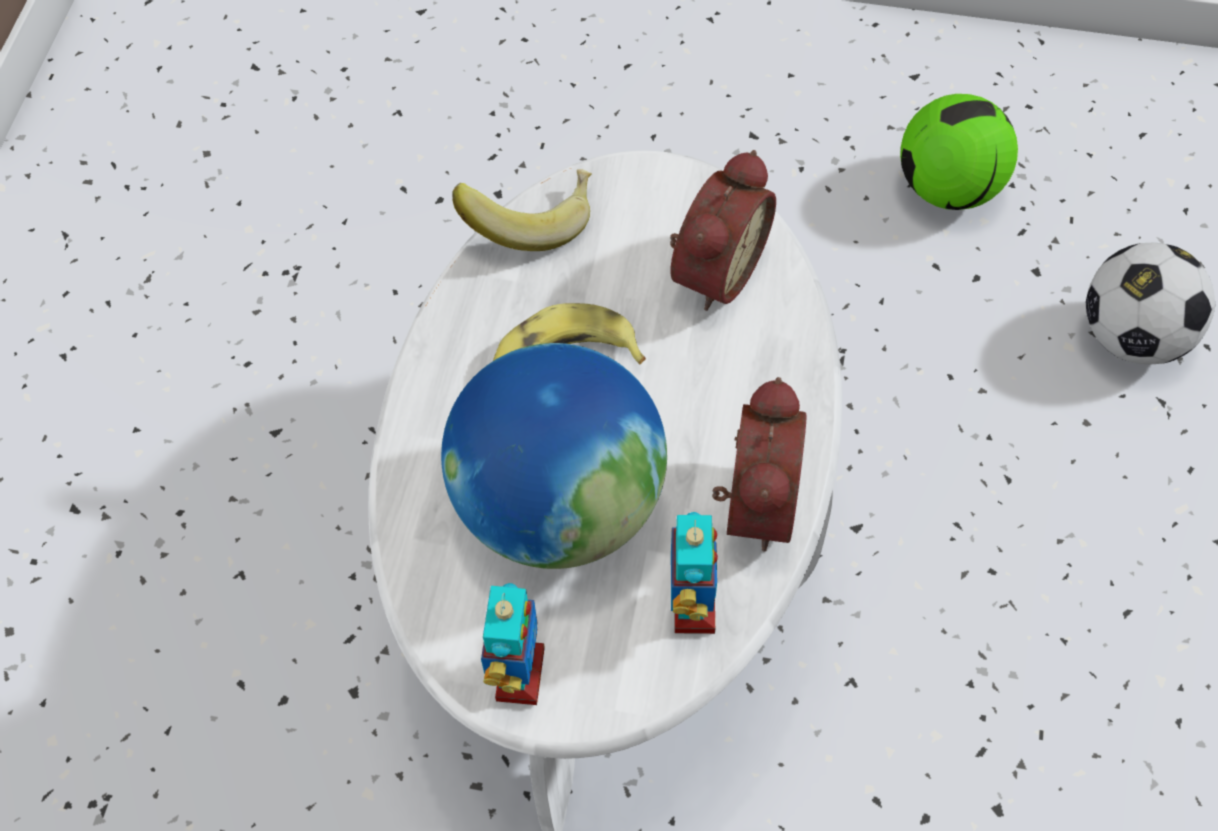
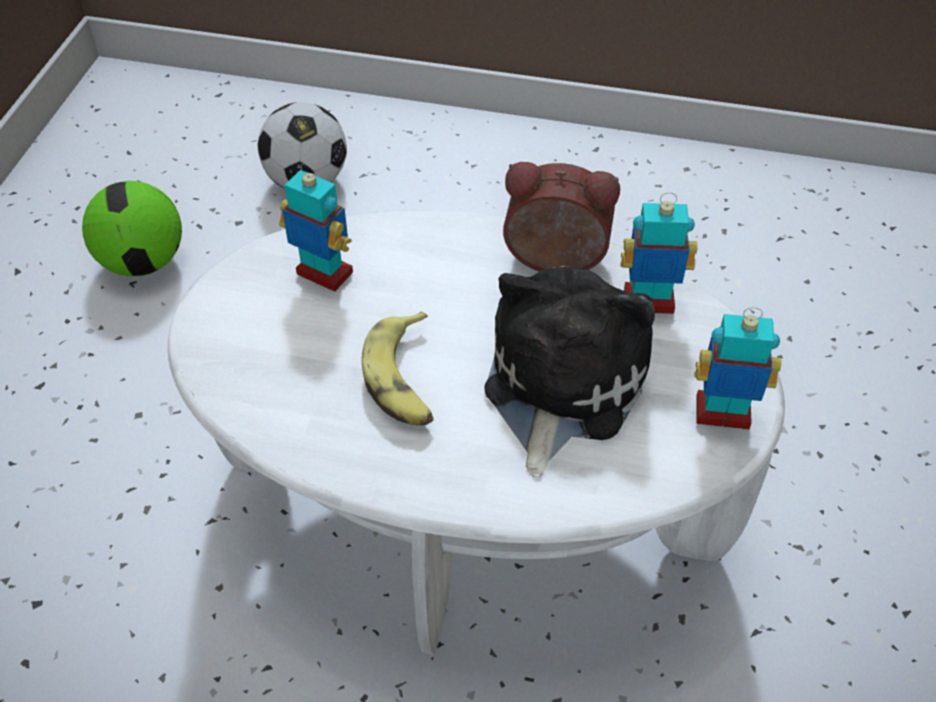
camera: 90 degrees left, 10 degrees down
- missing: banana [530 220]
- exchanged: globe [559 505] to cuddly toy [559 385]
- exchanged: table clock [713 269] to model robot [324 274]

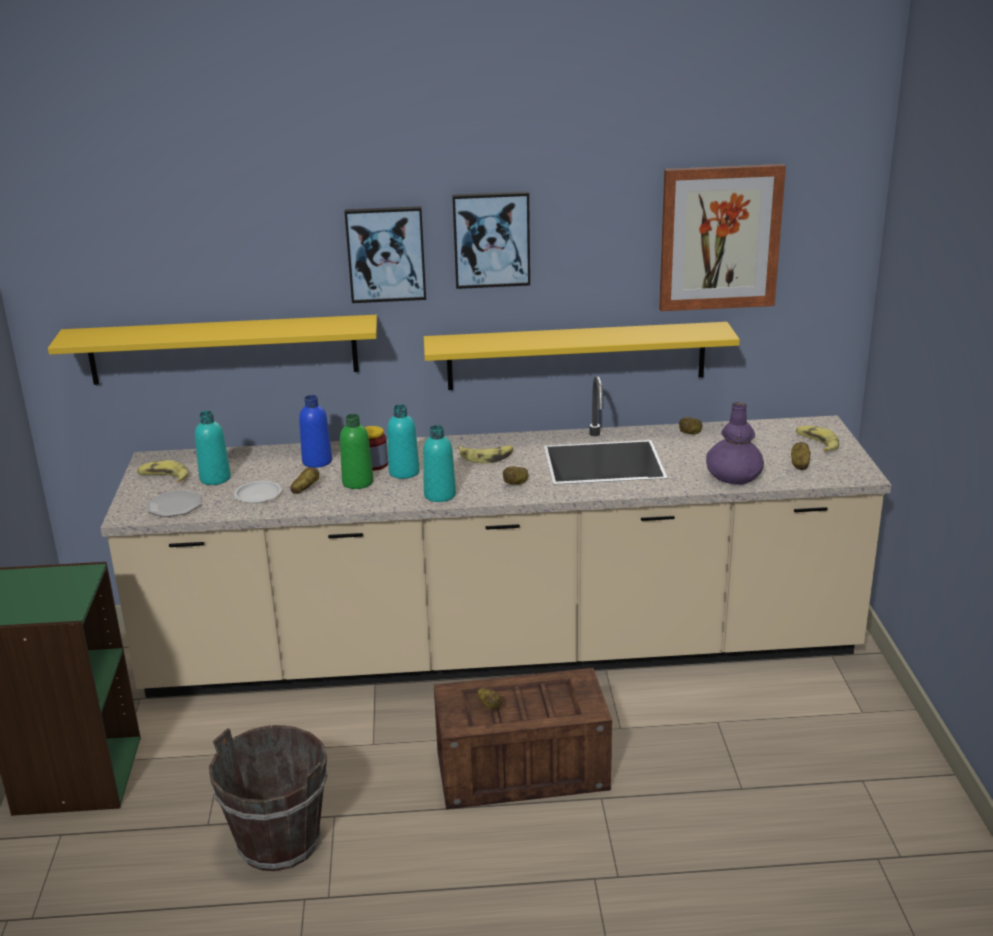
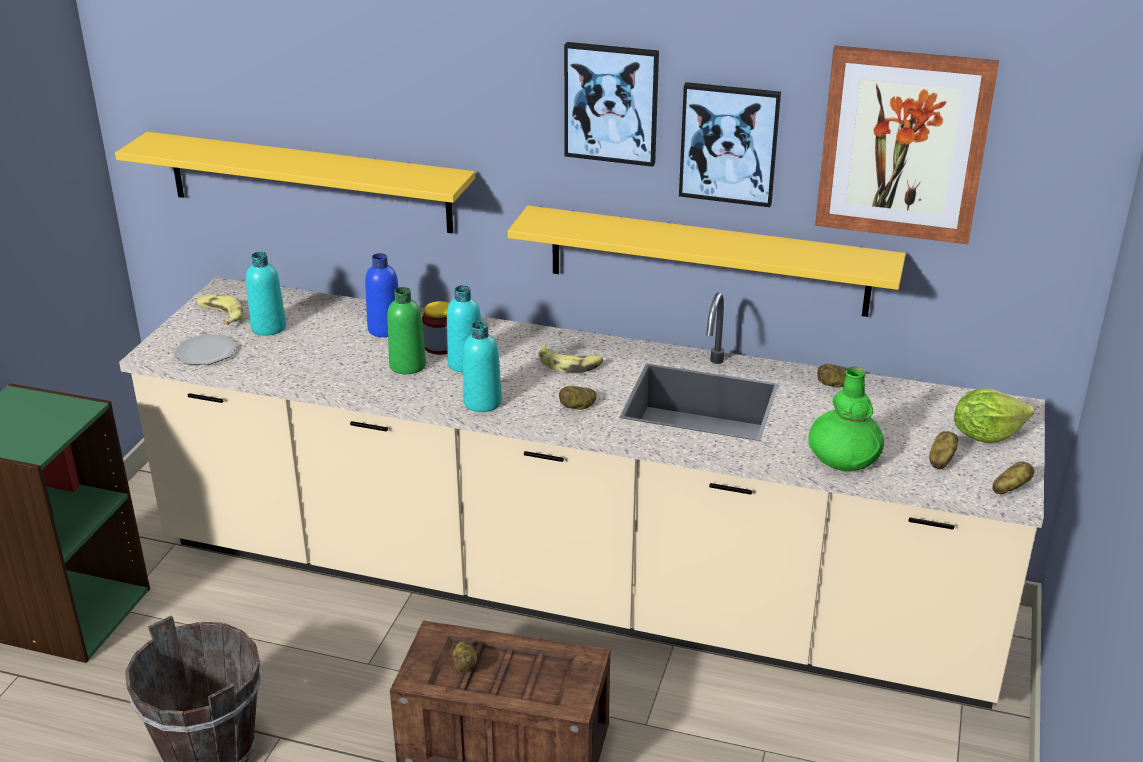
camera: 20 degrees right, 5 degrees up
- missing: white-coloured plate [258 495]
- relocated: spud [305 489] to [1010 488]
- relocated: wall art [386 254] to [729 143]
- exchanged: banana [816 443] to head of lettuce [985 435]
- colour: purple-coloured vase [734 475] to green-coloured vase [844 456]

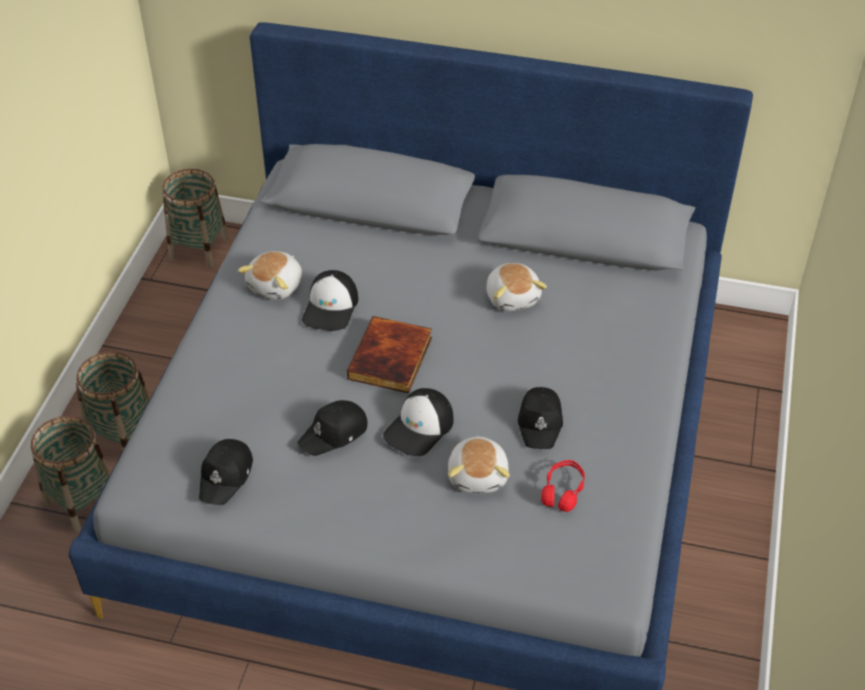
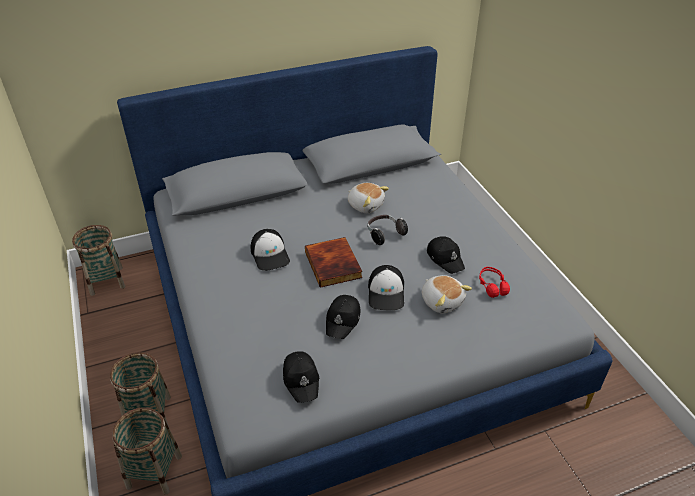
camera: 35 degrees left, 5 degrees down
- missing: cuddly toy [276 286]
- appeared: pair of headphones [384 234]

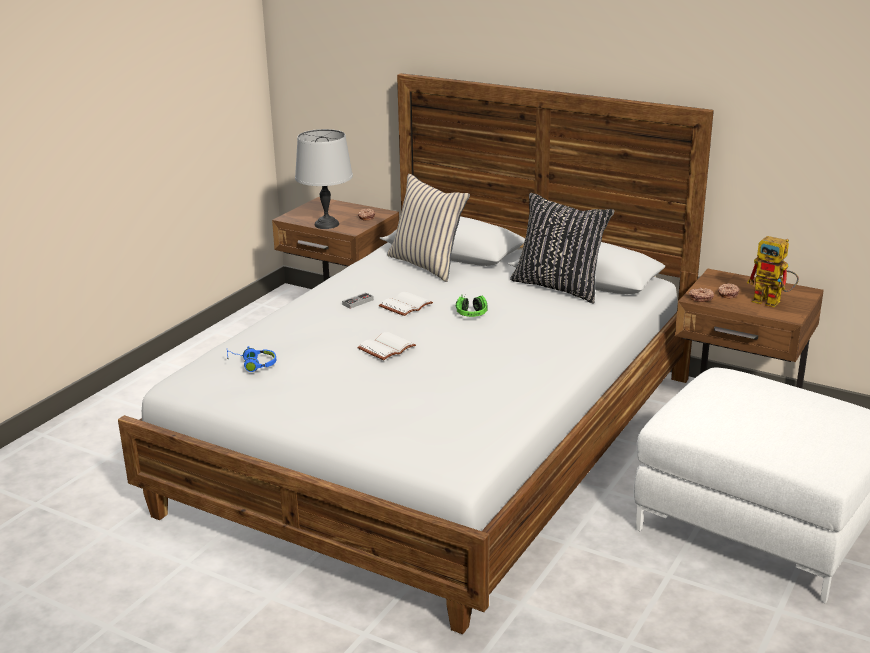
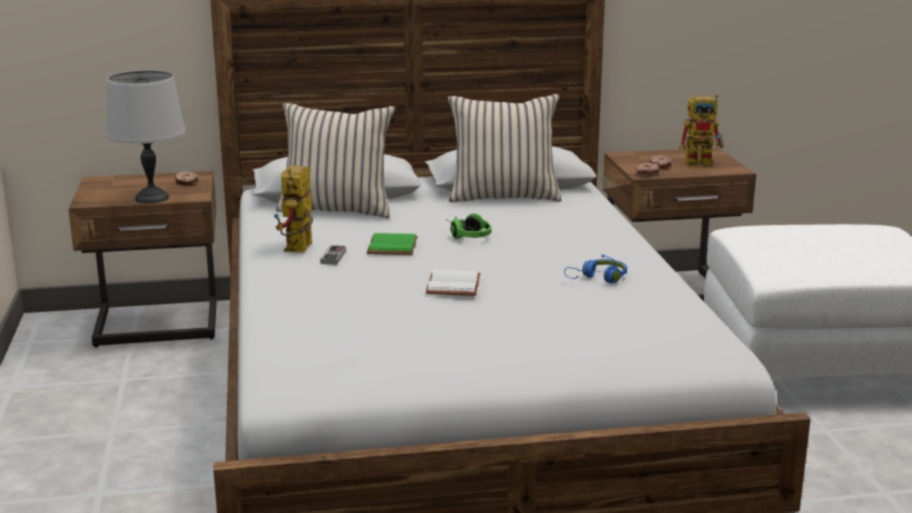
camera: 40 degrees left, 5 degrees down
- appeared: model robot [299 250]
- relocated: blue-coloured pair of headphones [252 365] to [598 278]
- colour: white-coloured volume [405 305] to green-coloured volume [391 246]
- colour: black cushion [559 287] to beige-coloured cushion [503 196]

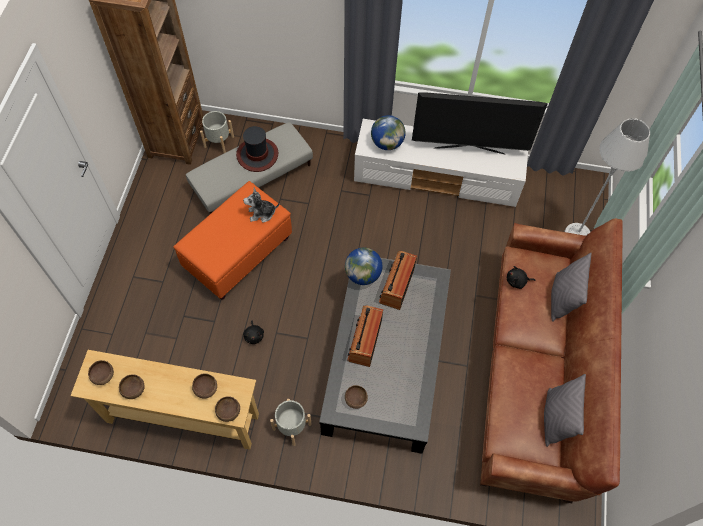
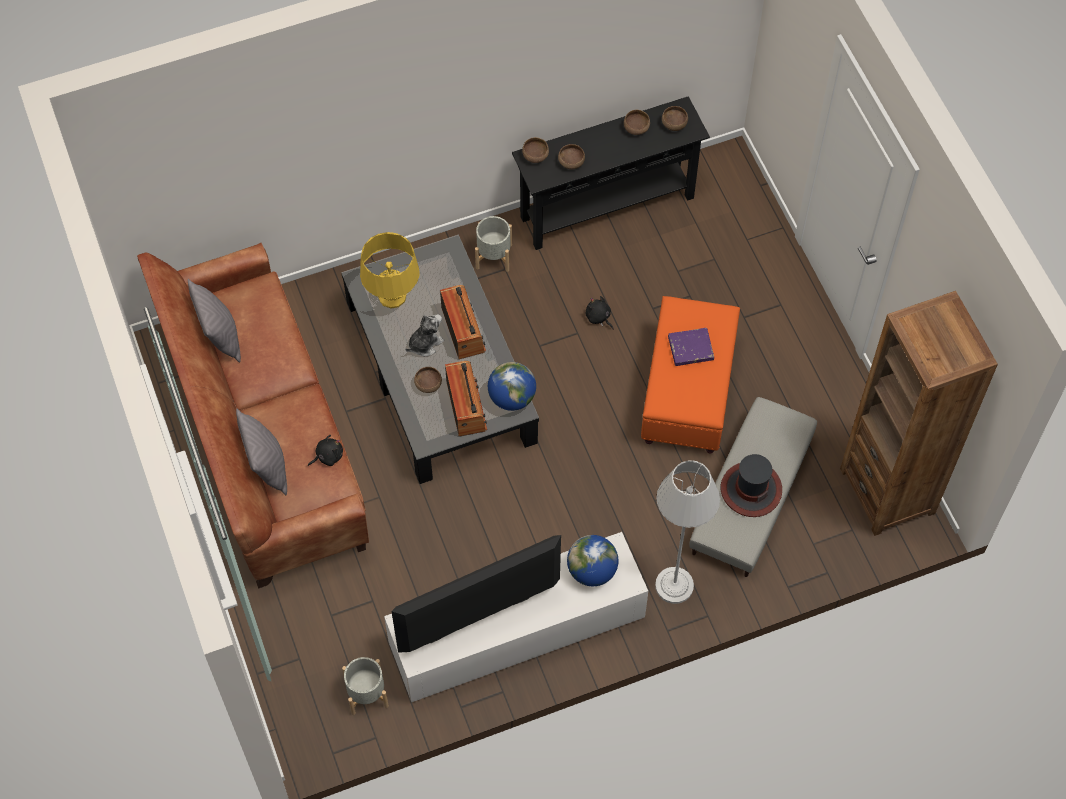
camera: 150 degrees right, 0 degrees up
- appeared: yellowish tabletop lamp [392 296]
- appeared: purple-coloured volume [690 348]
- relocated: gray flower pot [219 141] to [367 694]
- relocated: cuddly toy [262 213] to [425 343]
- relocated: brown-coloured deep dish [356 399] to [428 385]
- relocated: gray floor lamp [577 235] to [674 585]
- colour: beige-coloured console table [182 418] to black console table [607 207]

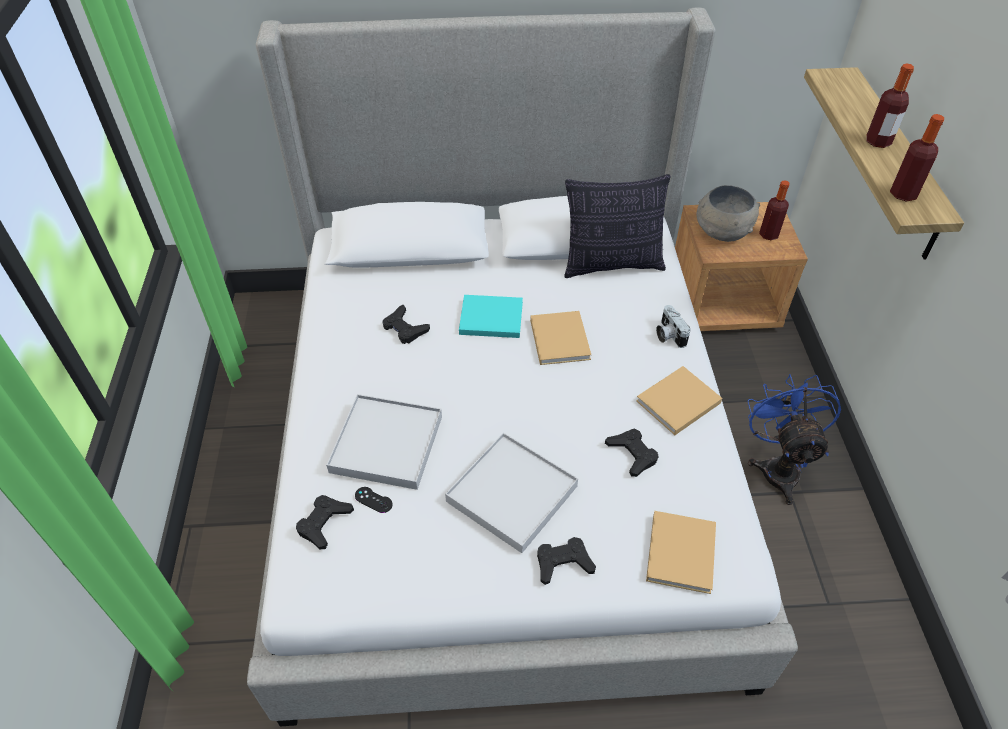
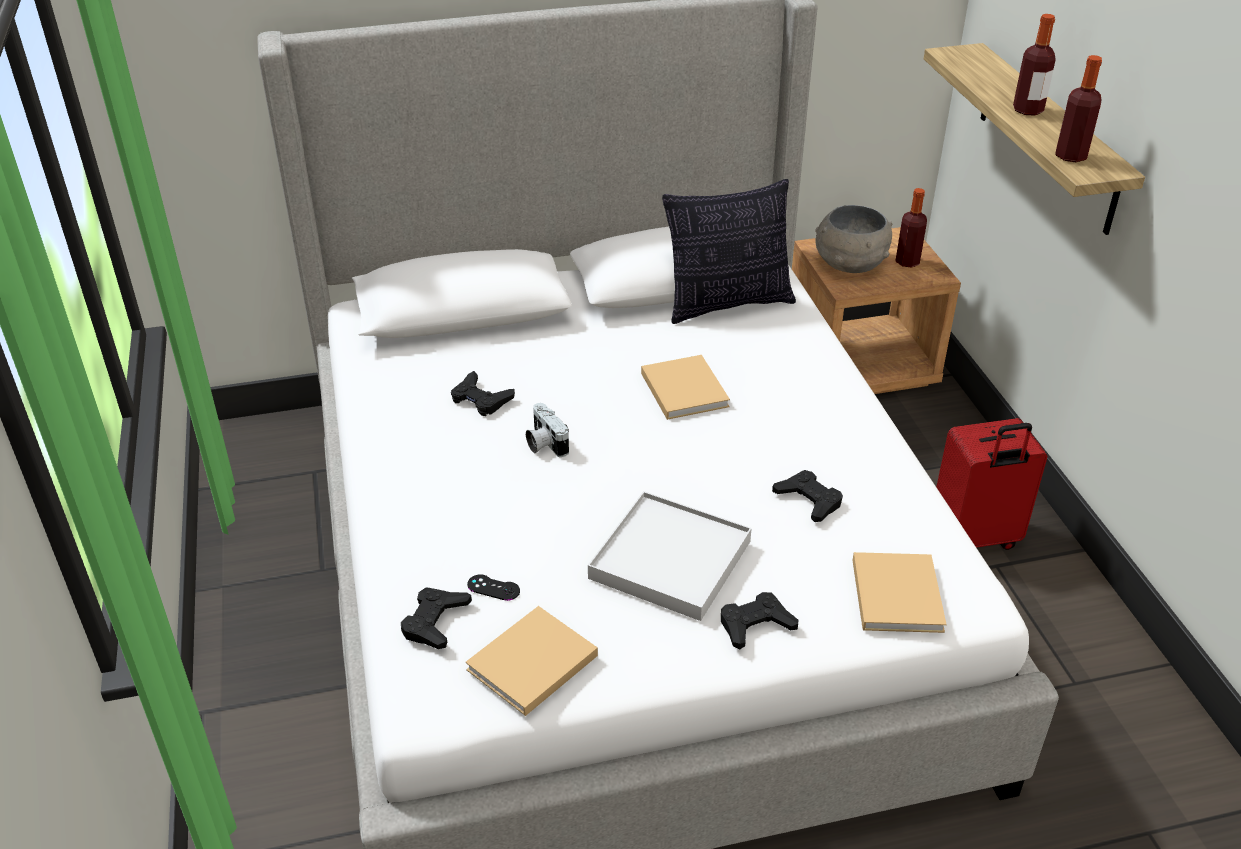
camera: 10 degrees left, 10 degrees down
- missing: white-coloured serving tray [386 444]
- missing: turquoise-coloured volume [489 318]
- relocated: beige-coloured volume [676 403] to [529 665]
- relocated: still camera [668 335] to [544 443]
- exchanged: blue-coloured fan [777 466] to reddish piece of luggage [974 539]

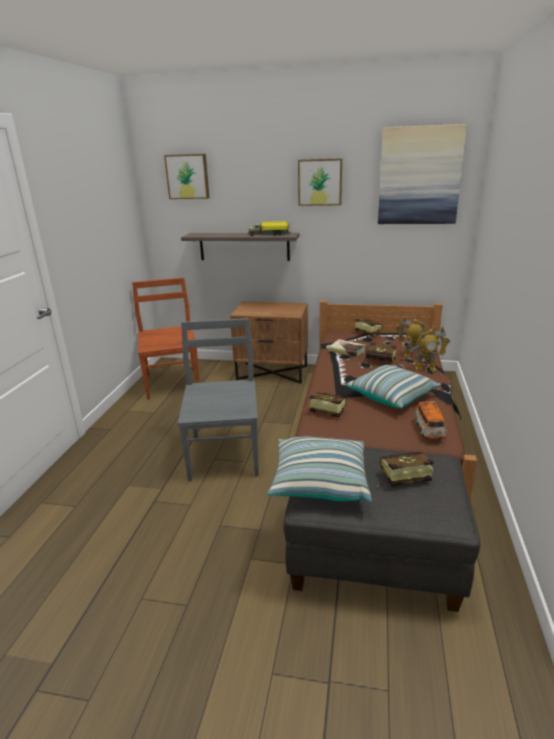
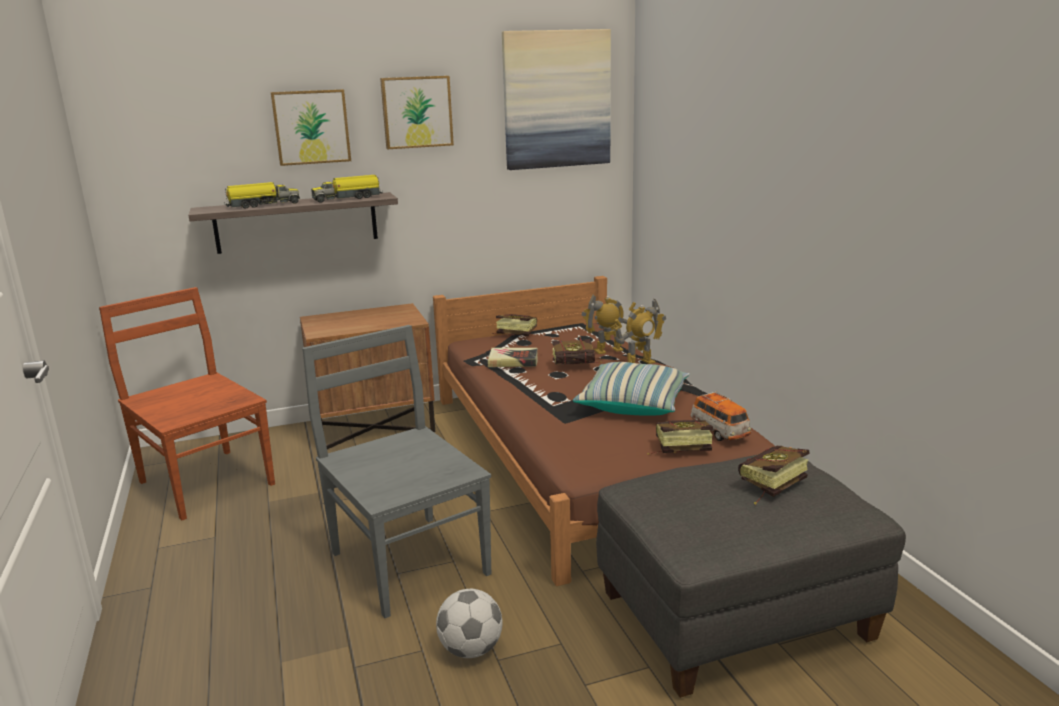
camera: 30 degrees left, 5 degrees down
- missing: cushion [319 482]
- appeared: toy truck [263 205]
- appeared: football ball [470 649]
- relocated: wall art [187 176] to [311 127]
- relocated: volume [324 411] to [676 449]

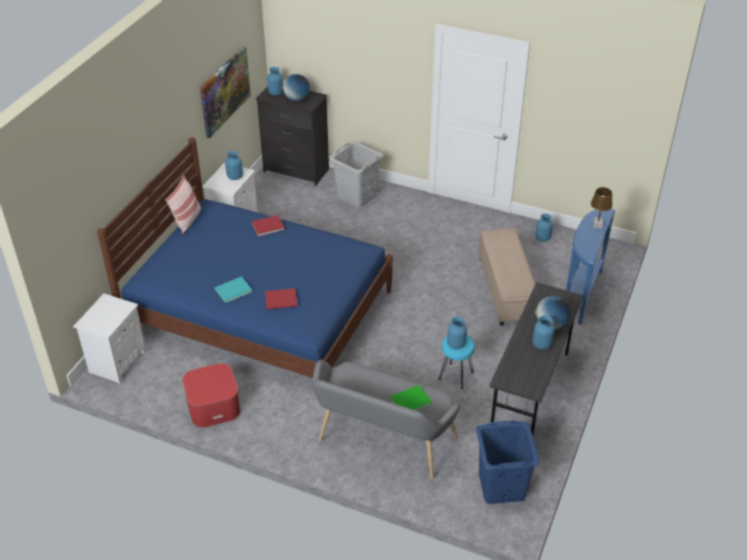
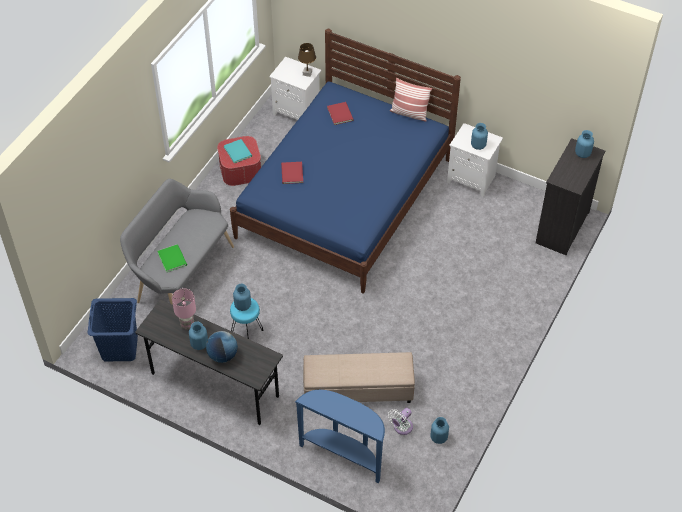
camera: 95 degrees right, 10 degrees up
- missing: wall art [225 91]
- missing: globe [296 99]
- missing: gray washing basket [357 196]
- appeared: pink-coloured tabletop lamp [187 325]
- appeared: white-coloured fan [401 428]
- relocated: turquoise-coloured volume [232 290] to [238 151]
- relocated: reddish volume [266 226] to [340 113]
- relocated: brown-coloured tabletop lamp [597 225] to [307 73]

